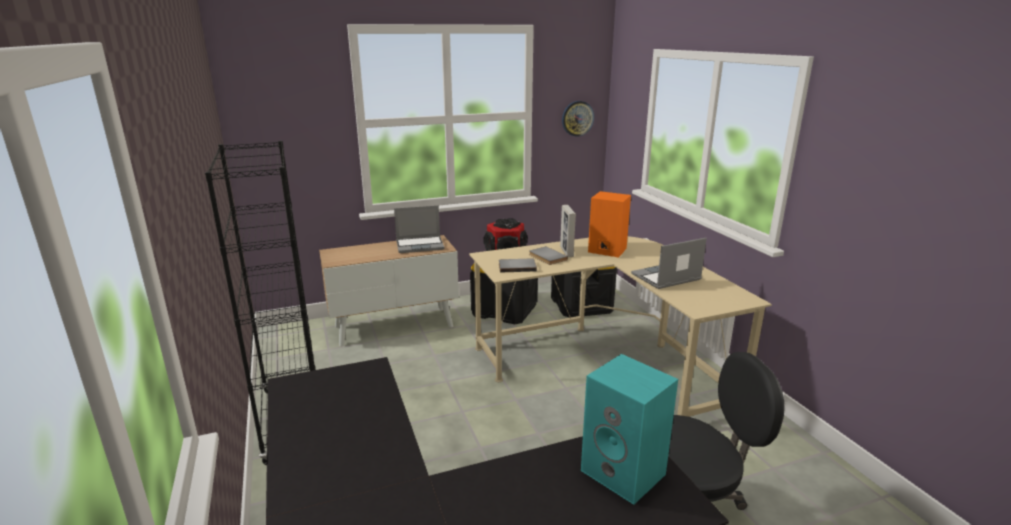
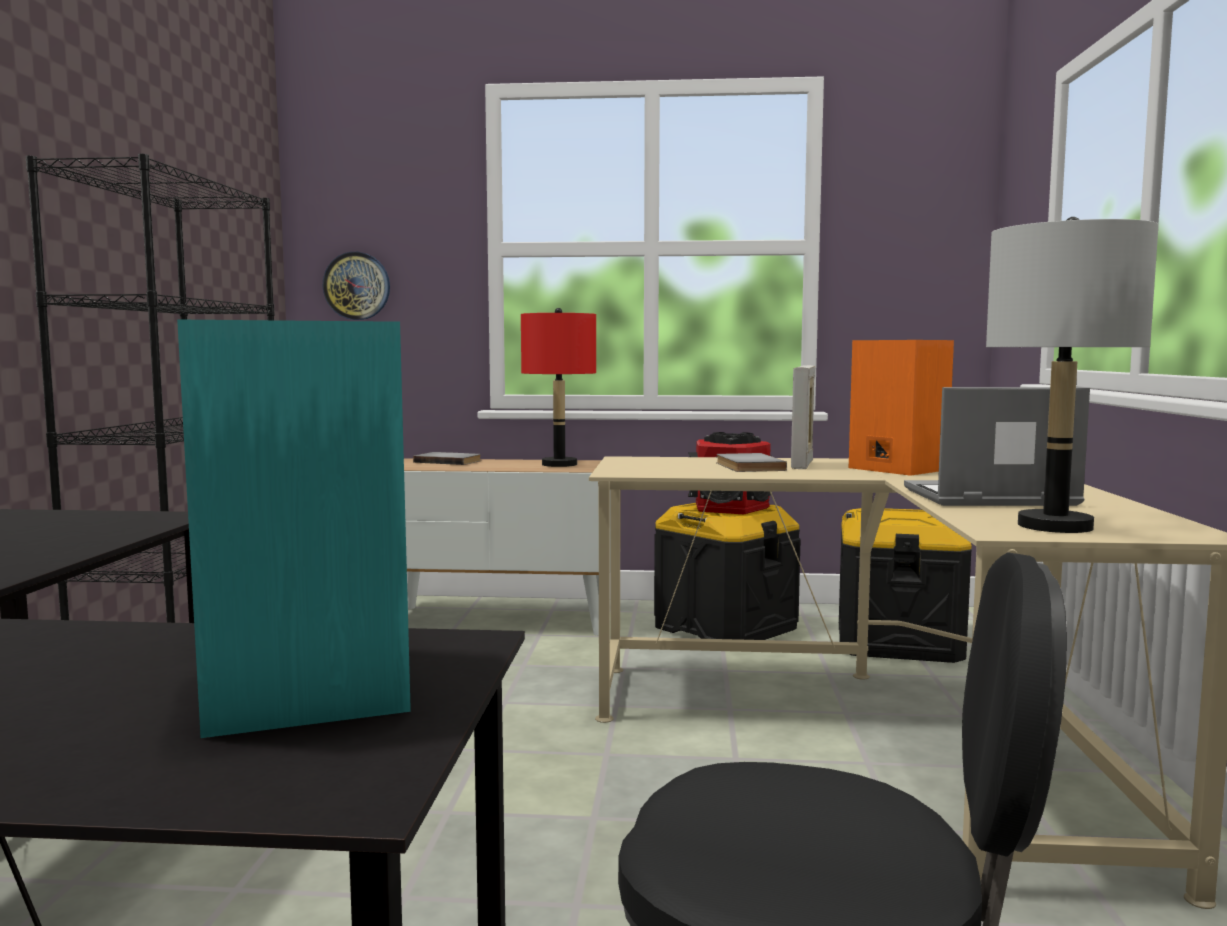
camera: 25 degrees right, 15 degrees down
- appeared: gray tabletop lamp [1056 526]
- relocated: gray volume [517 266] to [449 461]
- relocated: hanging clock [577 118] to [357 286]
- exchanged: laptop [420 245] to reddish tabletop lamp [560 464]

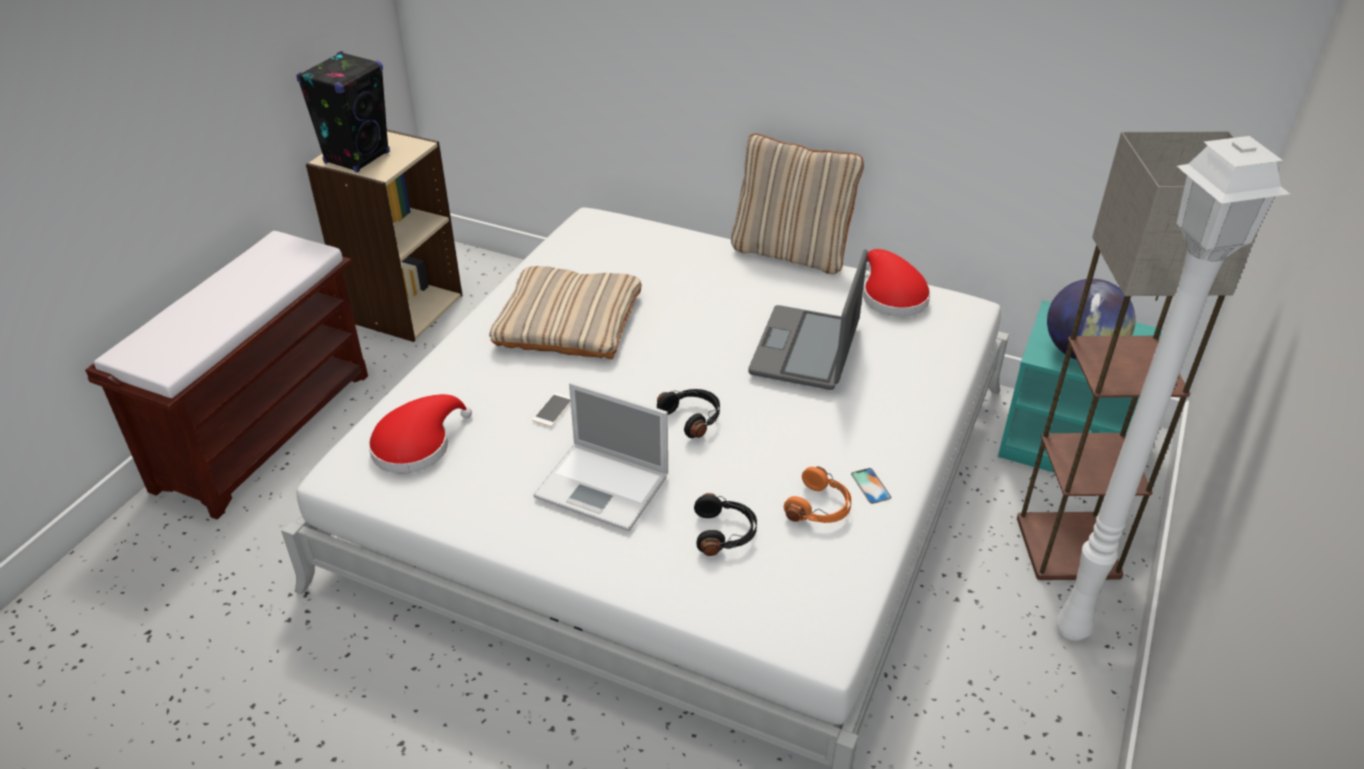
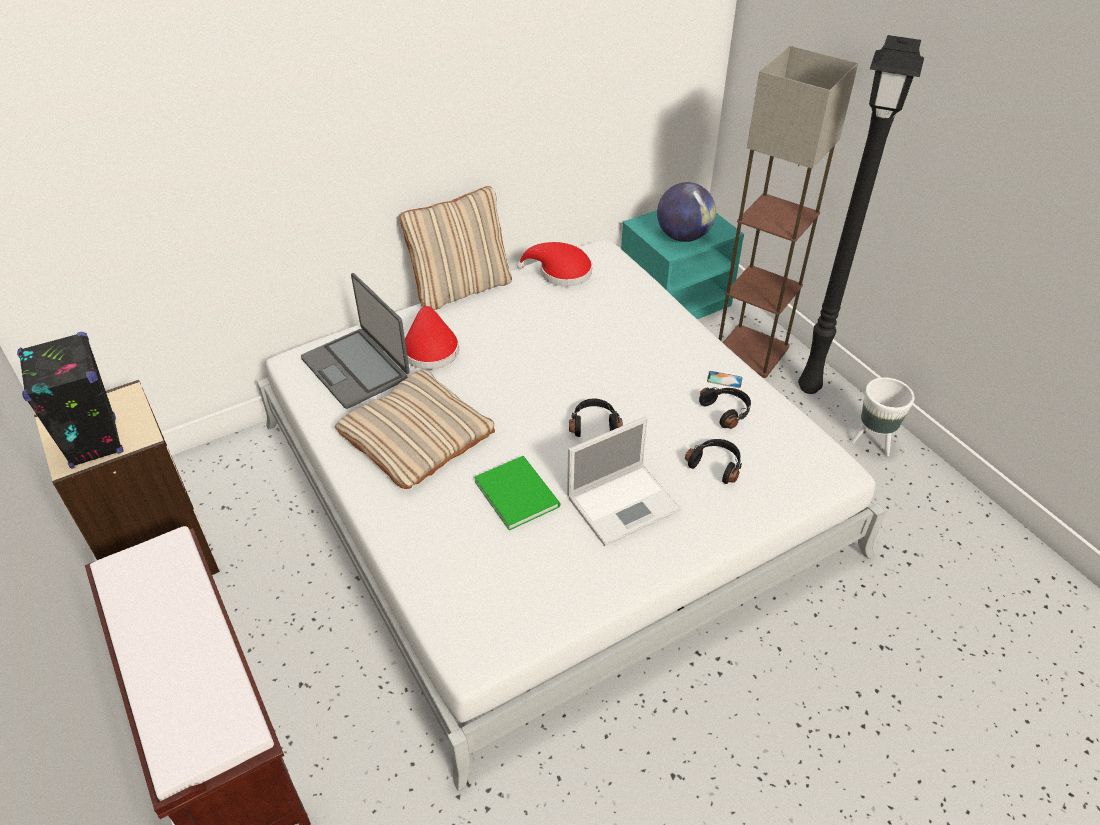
camera: 55 degrees left, 5 degrees up
- appeared: white-coloured flower pot [873 442]
- relocated: reddish wearable hat [416 445] to [430 348]
- relocated: laptop [806 349] to [356 368]
- exchanged: telephone [553 410] to green-coloured volume [517 491]
- colour: orange-coloured pair of headphones [820 508] to black pair of headphones [727 411]
- colour: white-coloured floor lamp [1073 627] to black floor lamp [808 386]

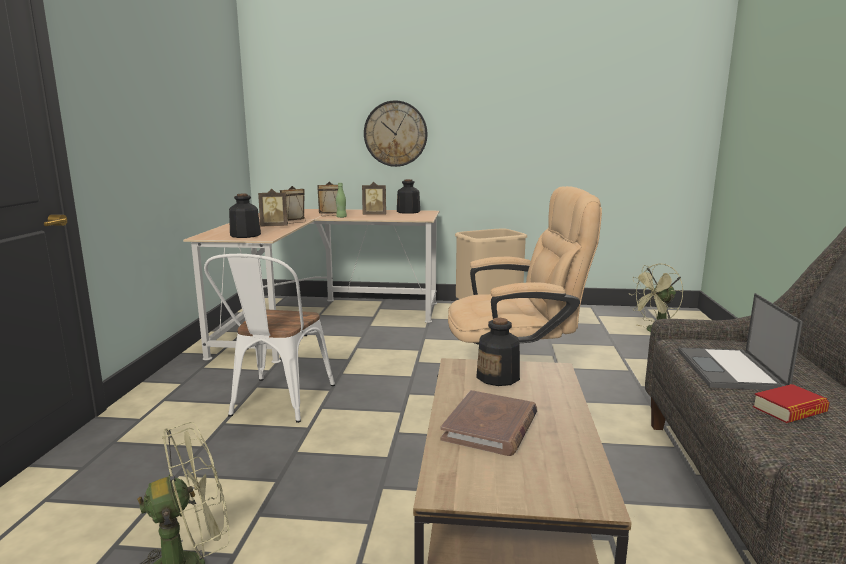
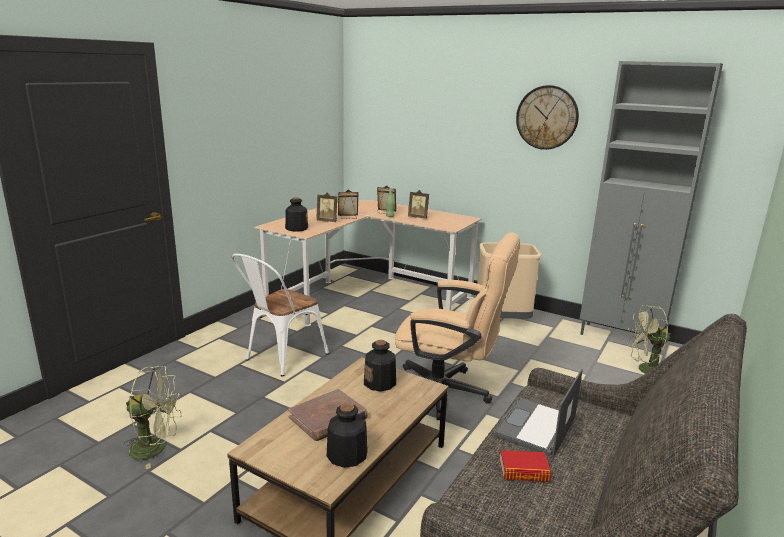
camera: 25 degrees right, 5 degrees up
- appeared: gray cupboard [621 338]
- relocated: hanging clock [395 134] to [547 117]
- relocated: drink bottle [408 212] to [346 455]

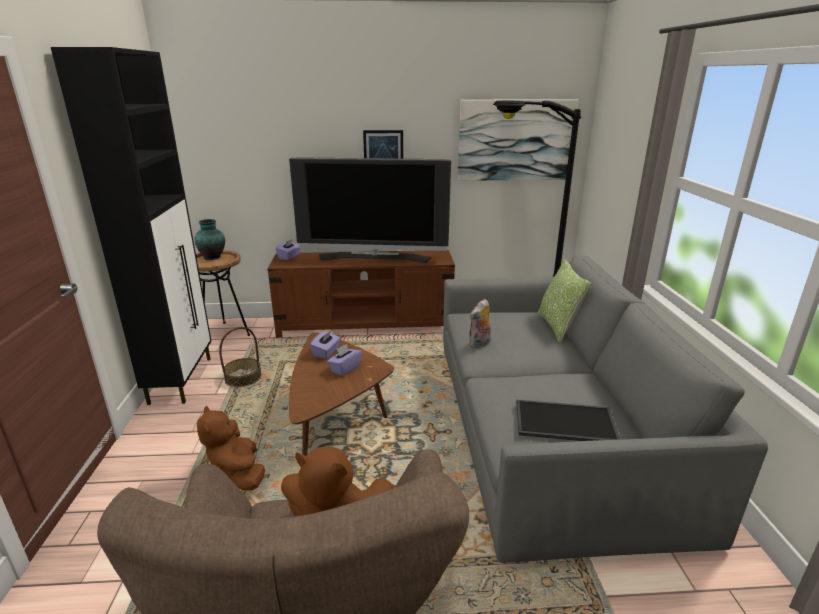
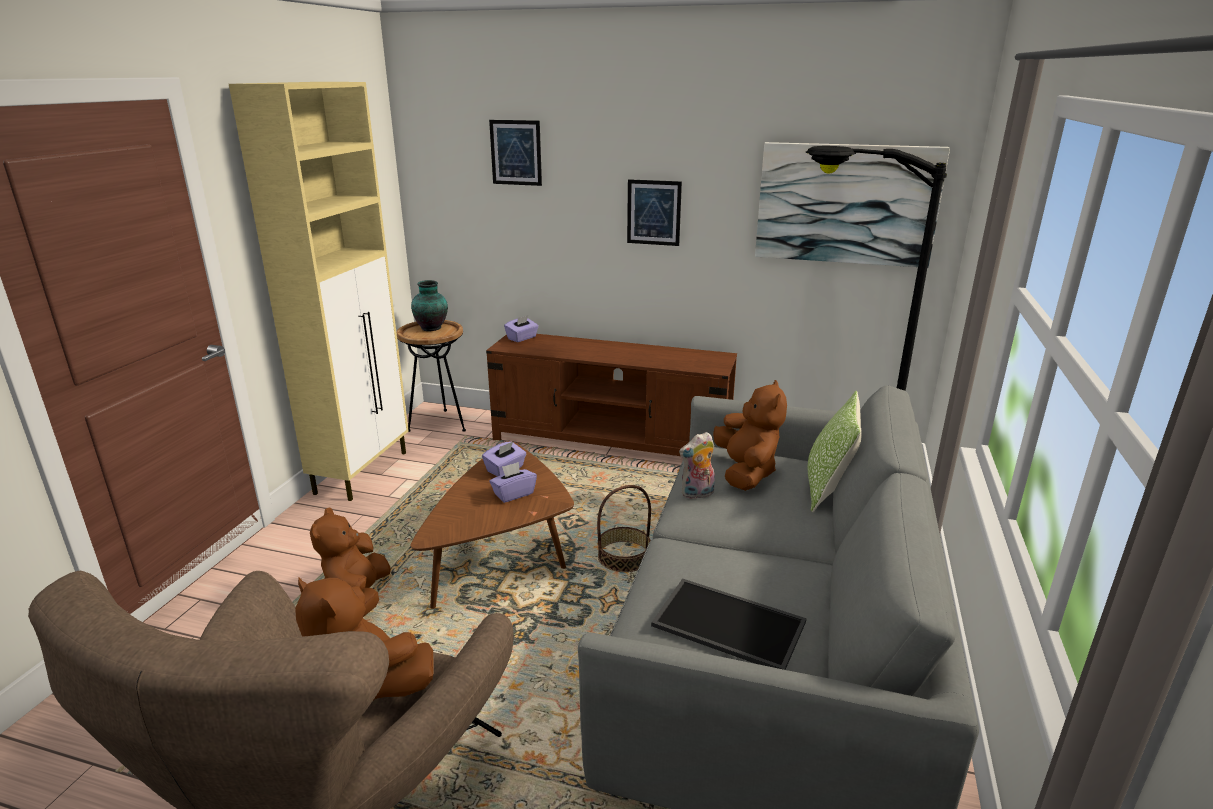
camera: 20 degrees right, 0 degrees up
- missing: television [374 258]
- appeared: wall art [516 152]
- appeared: brown-coloured cuddly toy [746 472]
- relocated: household basket [243 377] to [624 557]
- colour: black cupboard [182 379] to beige-coloured cupboard [363 472]

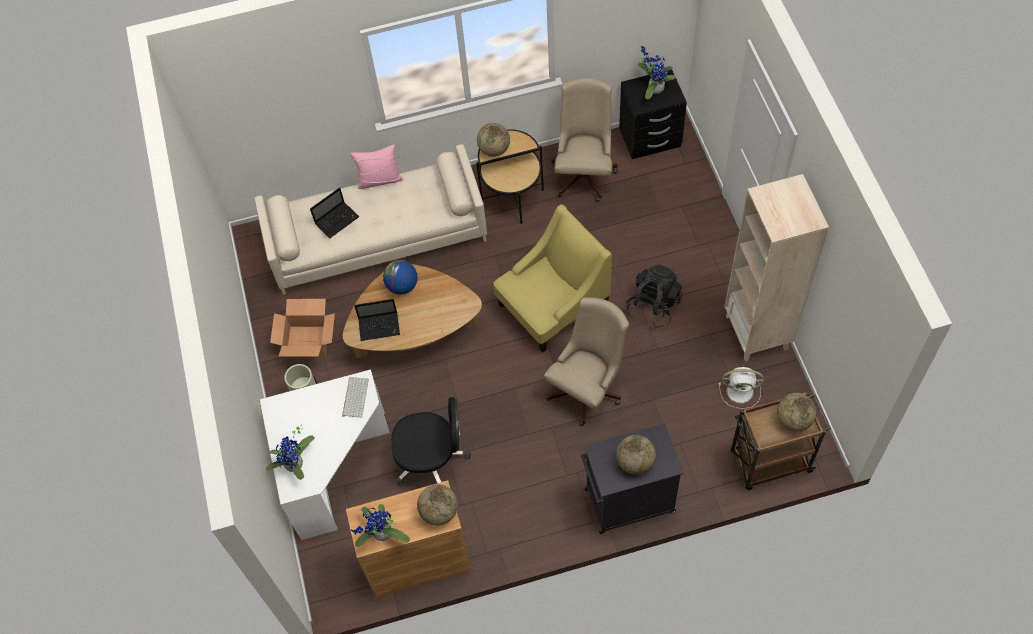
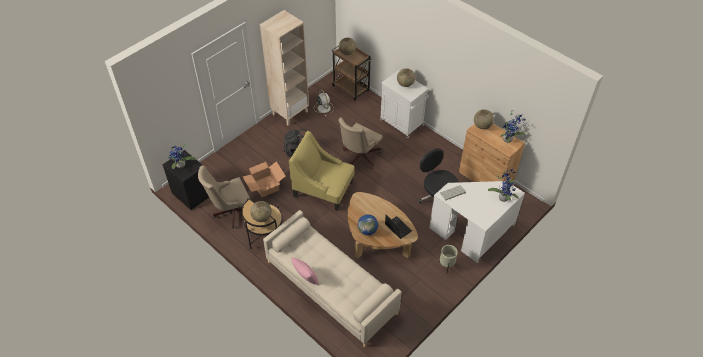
camera: 125 degrees left, 10 degrees down
- missing: laptop [337 220]
- relocated: cardboard box [307 341] to [265 186]
- colour: black cupboard [627 501] to white-coloured cupboard [402 123]
- spun: beige-coloured office chair [588 388] = [359 157] 60 degrees counterclockwise

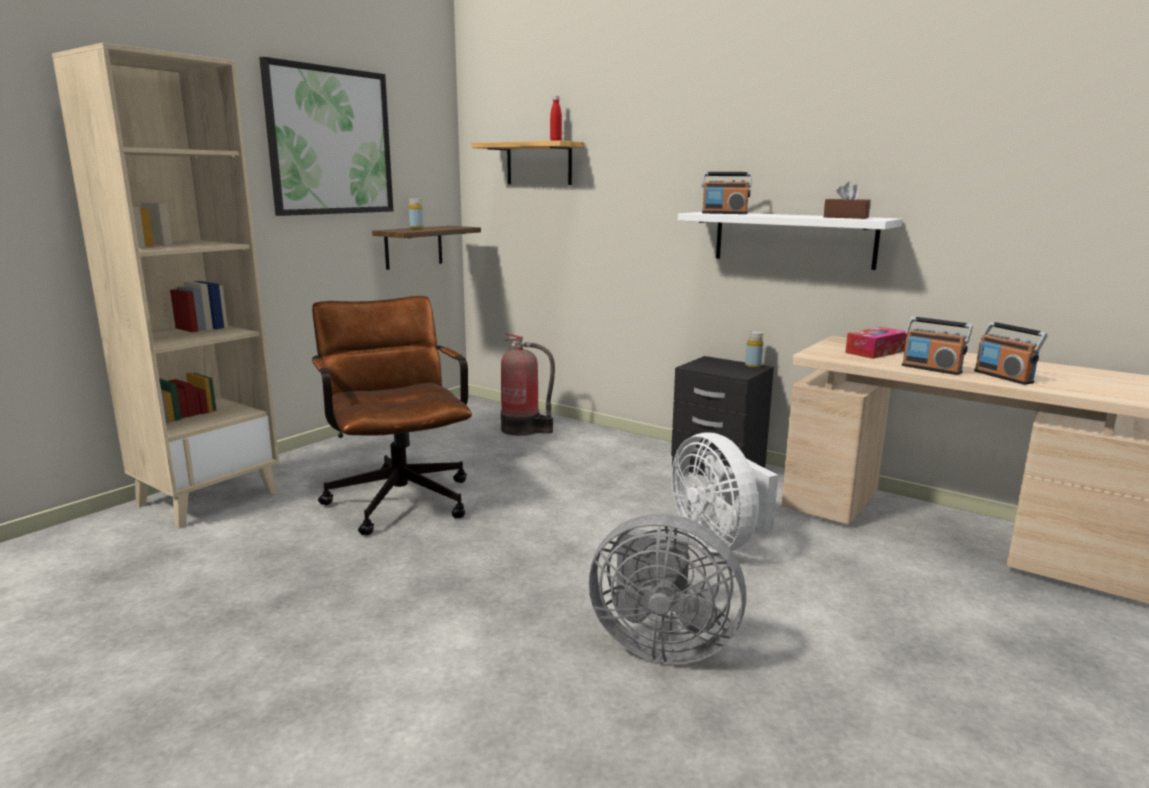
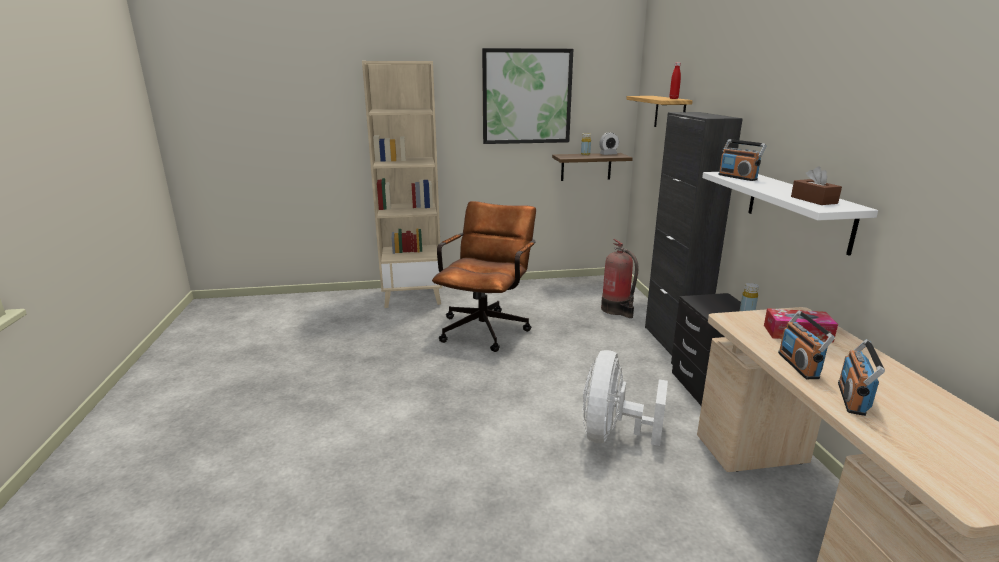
camera: 45 degrees right, 5 degrees up
- missing: gray fan [660 644]
- appeared: table clock [608 154]
- appeared: black cupboard [673 341]

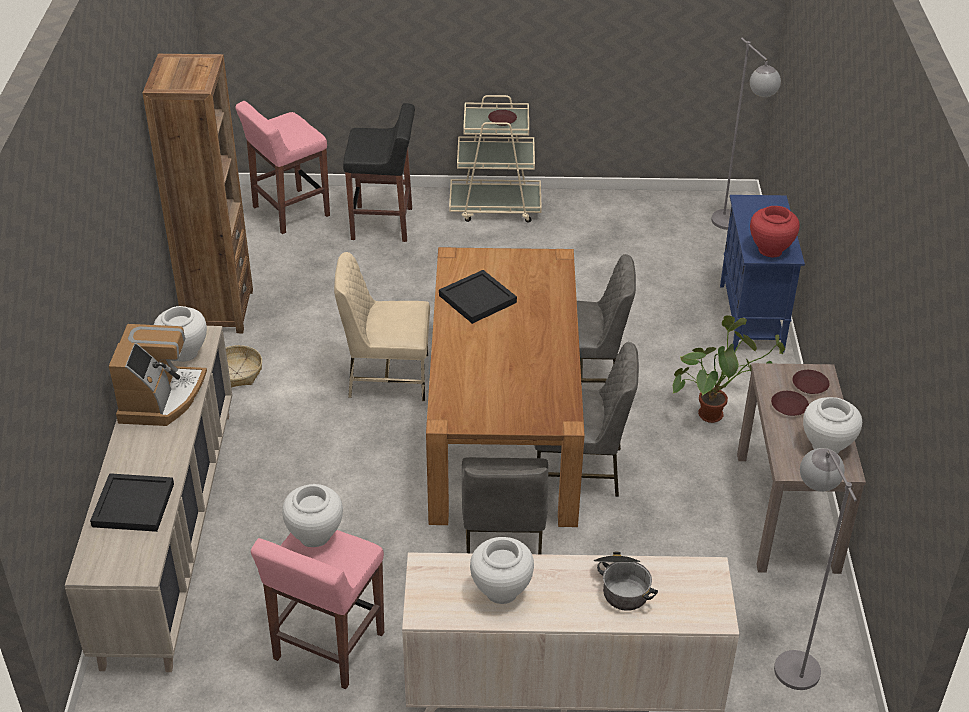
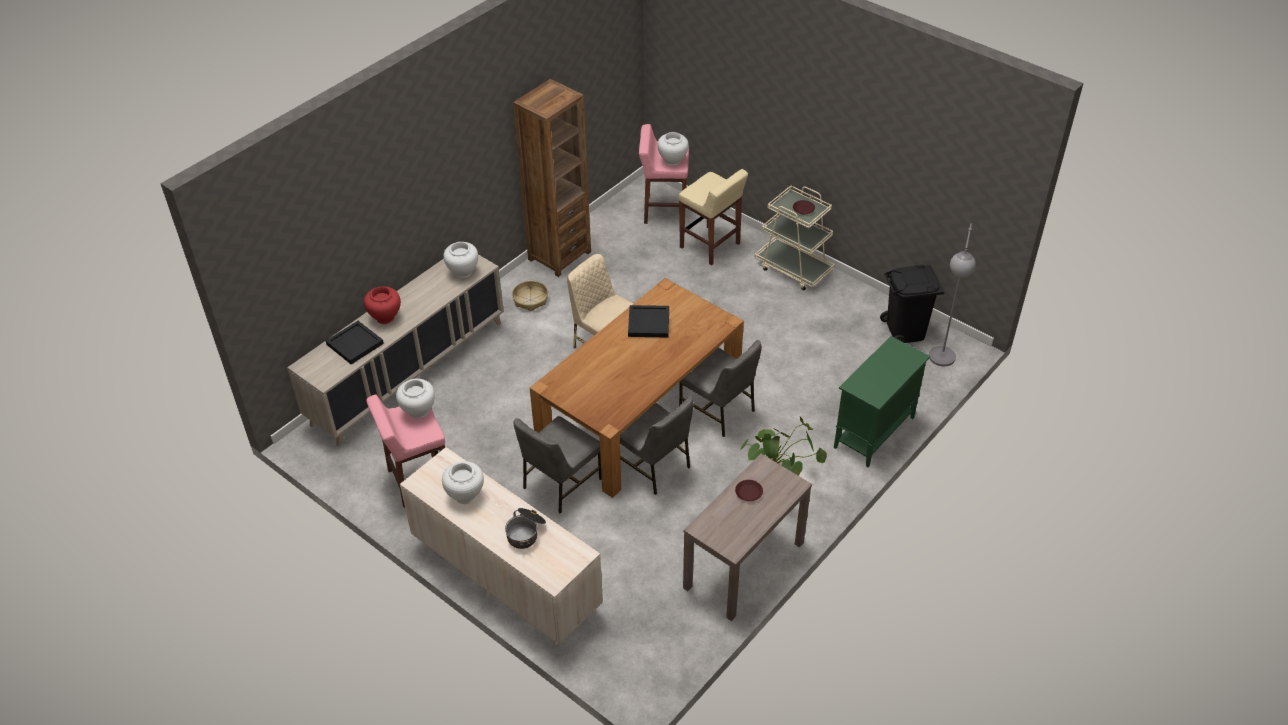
camera: 40 degrees right, 5 degrees up
- missing: coffee maker [161 398]
- missing: gray floor lamp [791 658]
- missing: brown-coloured plate [810 385]
- appeared: black waste bin [905 332]
- relocated: reddish vase [770 250] to [385 317]
- relocated: white-coloured vase [826 446] to [672 161]
- colour: black sitting stool [383 224] to beige-coloured sitting stool [710 246]
- colour: blue-coloured cupboard [751 318] to green-coloured cupboard [873 433]

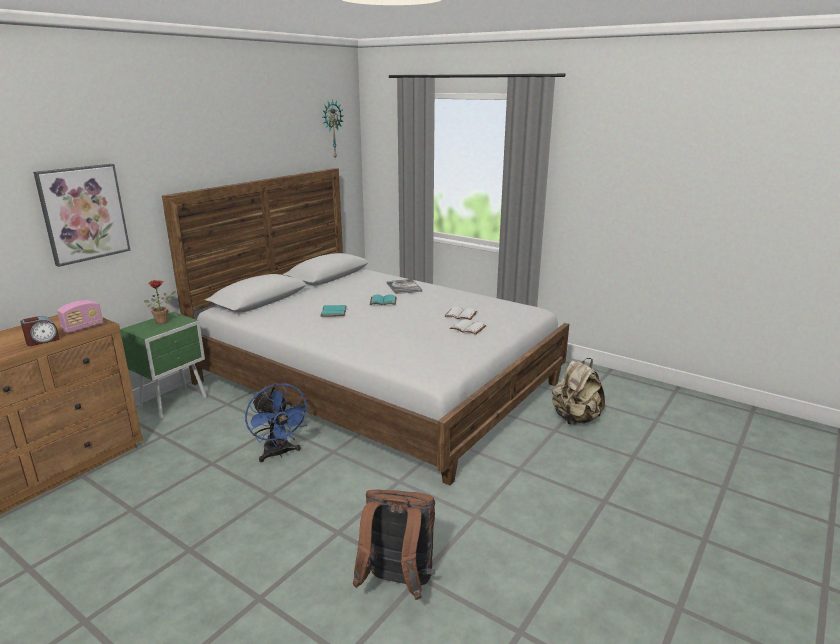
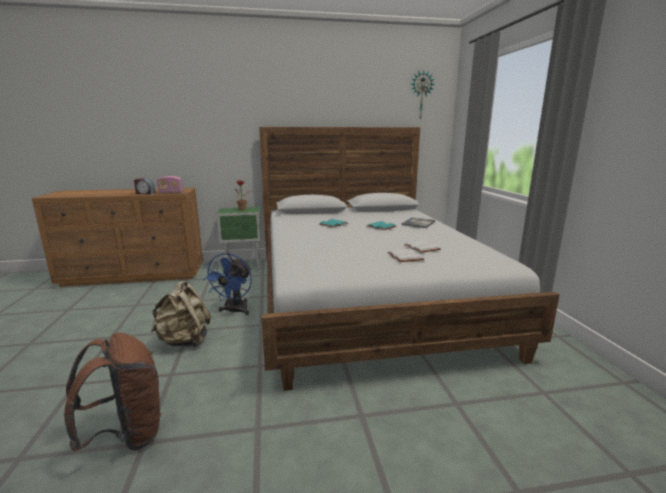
camera: 45 degrees right, 5 degrees down
- missing: wall art [83 213]
- relocated: beige-coloured knapsack [575 419] to [184 341]

